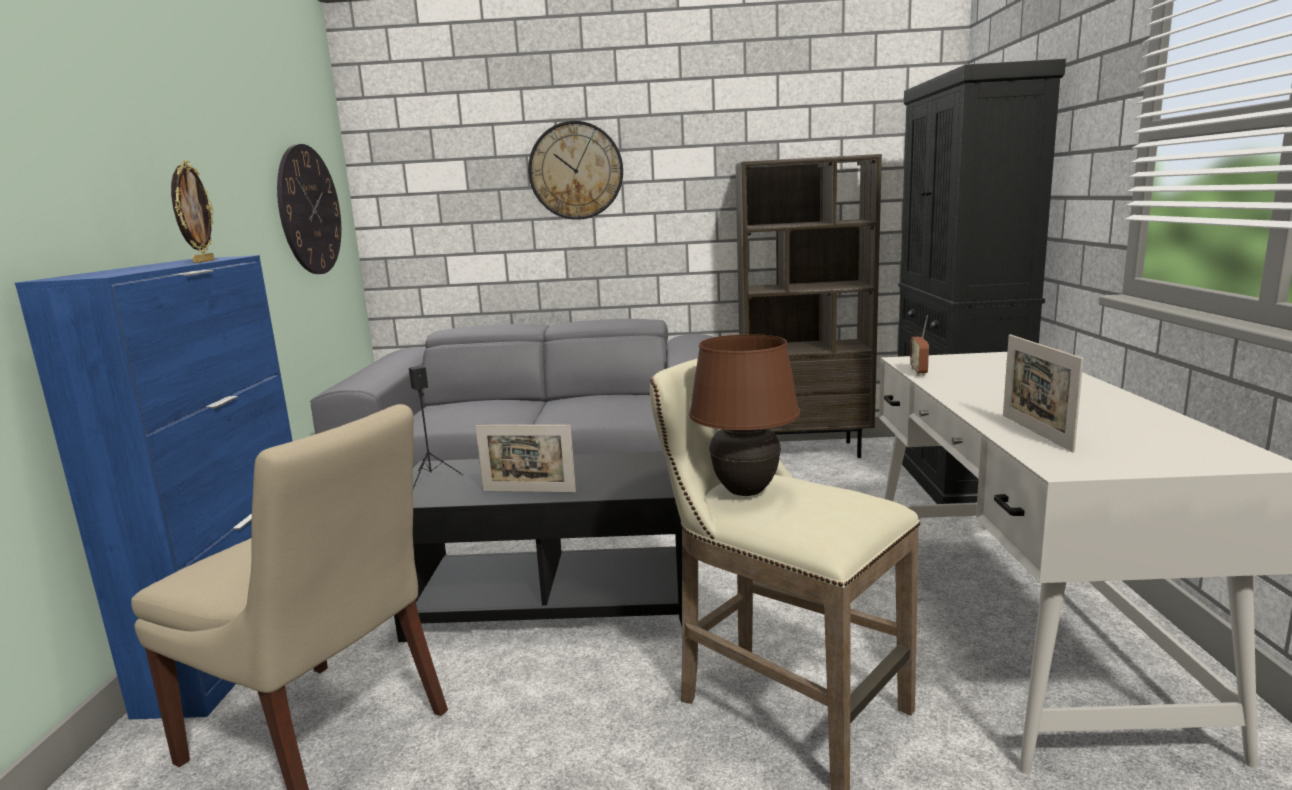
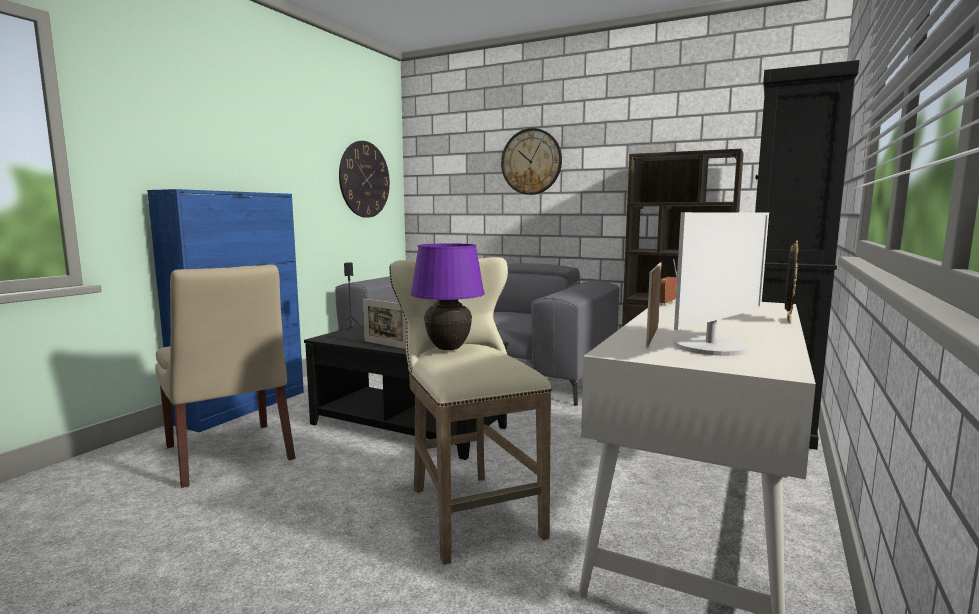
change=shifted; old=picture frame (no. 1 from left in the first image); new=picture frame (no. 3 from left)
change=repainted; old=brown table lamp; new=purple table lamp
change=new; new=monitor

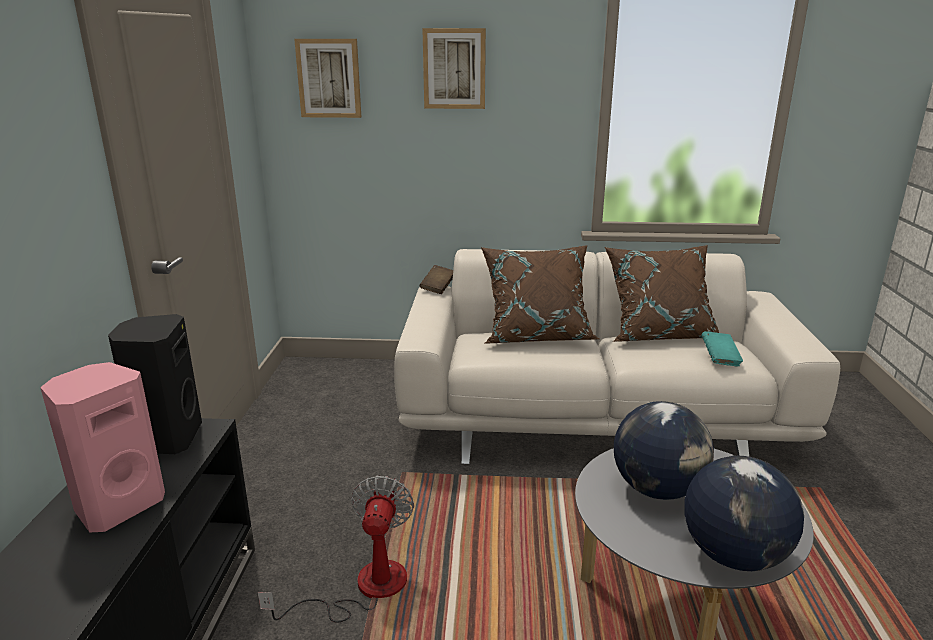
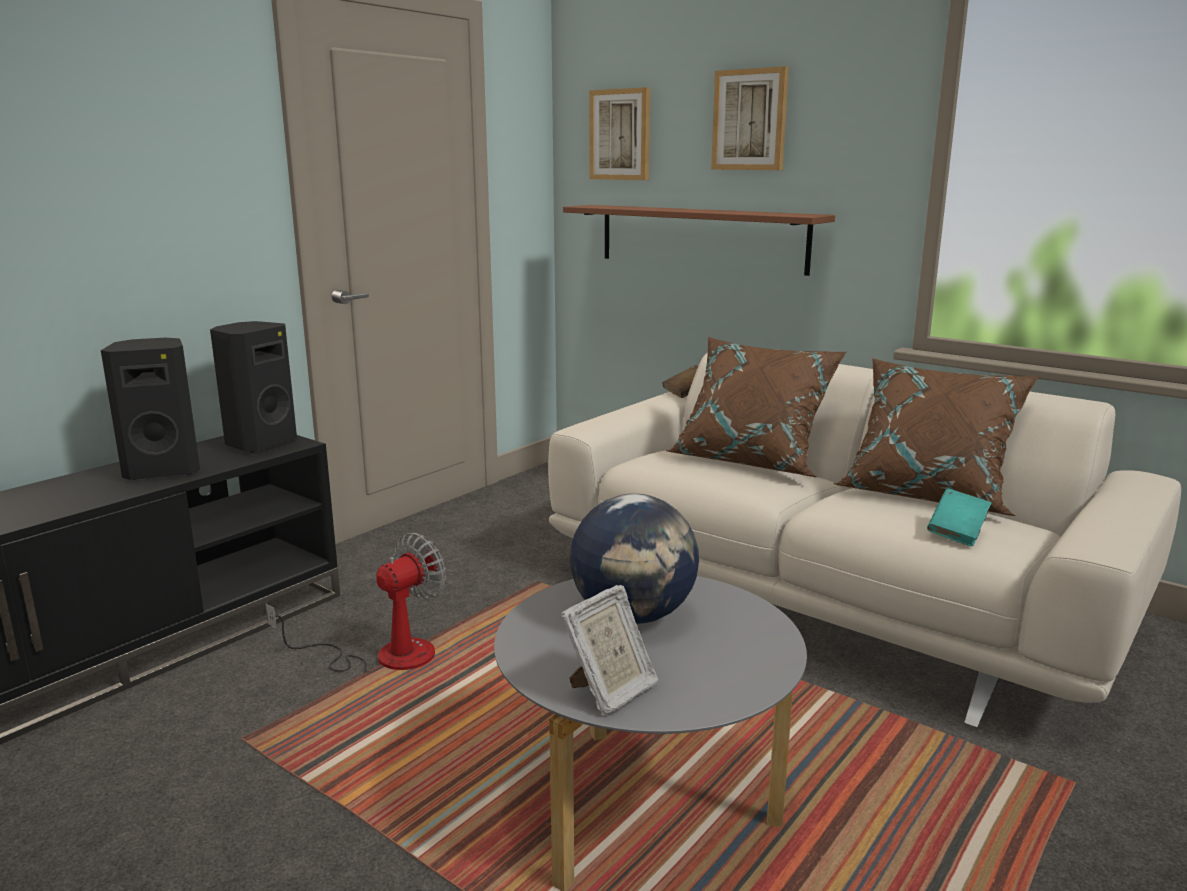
change=repainted; old=pink speaker; new=black speaker (no. 1 from left)
change=swapped; old=globe (no. 2 from left); new=picture frame
change=new; new=brown shelf

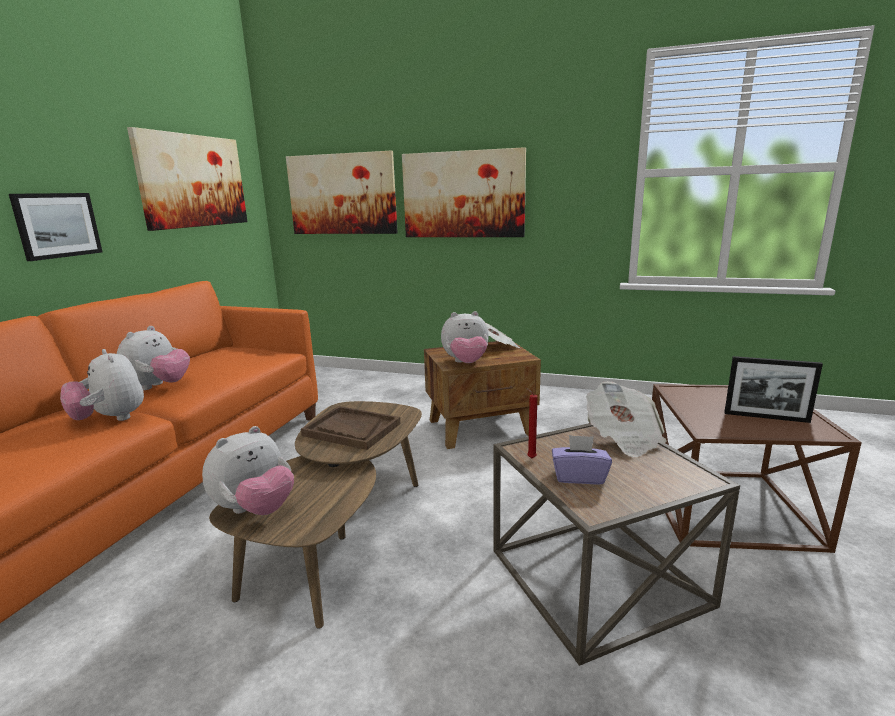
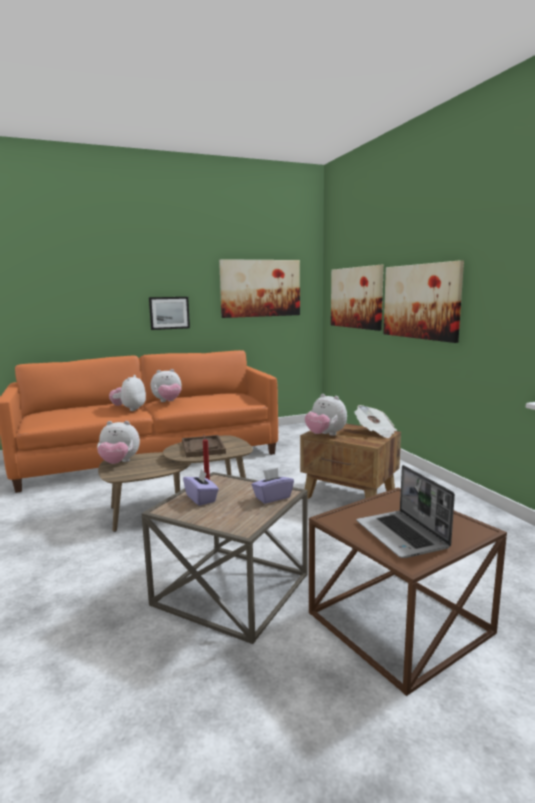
change=swapped; old=picture frame; new=laptop
change=swapped; old=newspaper (no. 2 from left); new=purple tissue box (no. 2 from left)

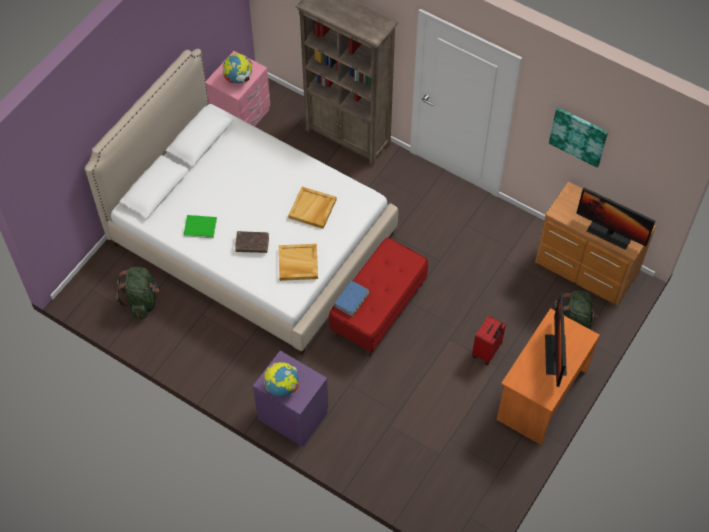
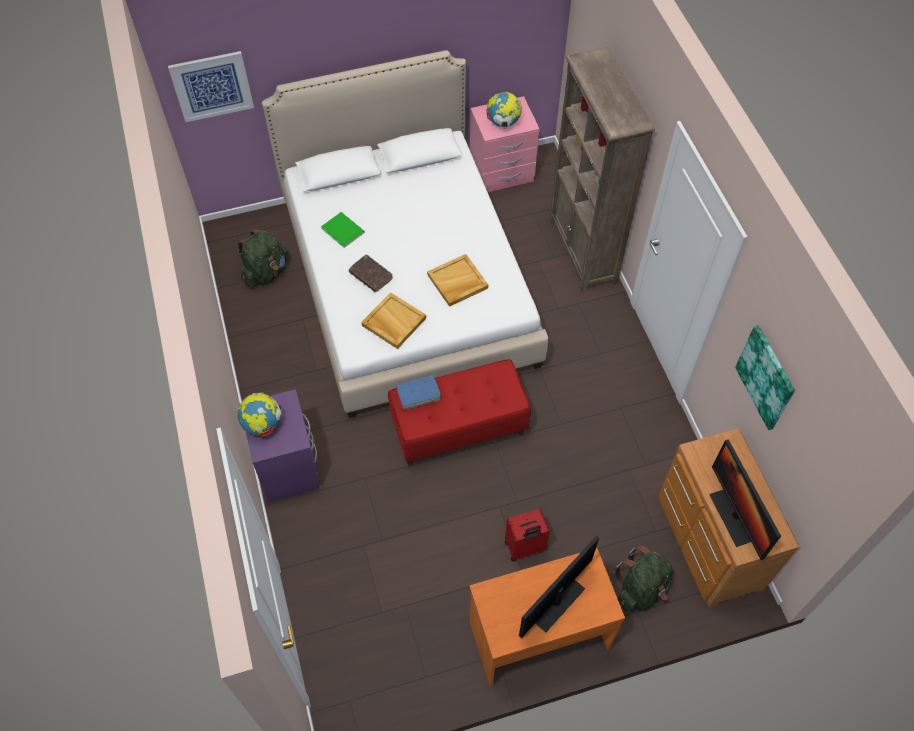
change=new; new=picture (no. 1 from left)

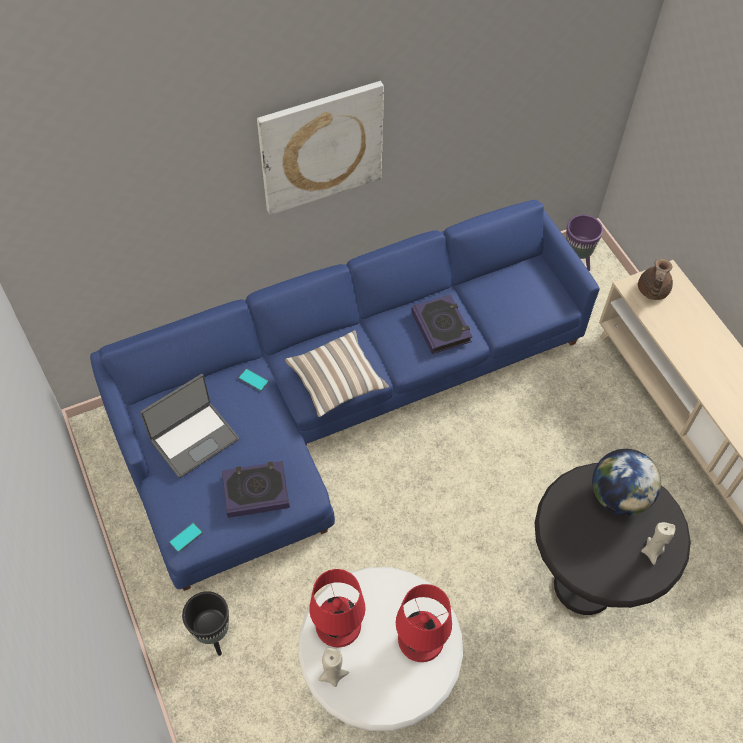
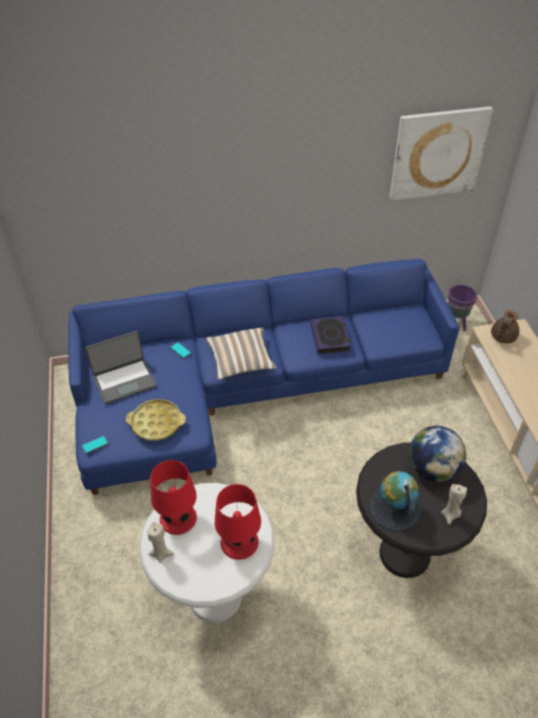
change=shifted; old=picture
change=swapped; old=book (no. 1 from left); new=yellow tray
change=gone; old=black planter
change=new; new=globe (no. 1 from left)

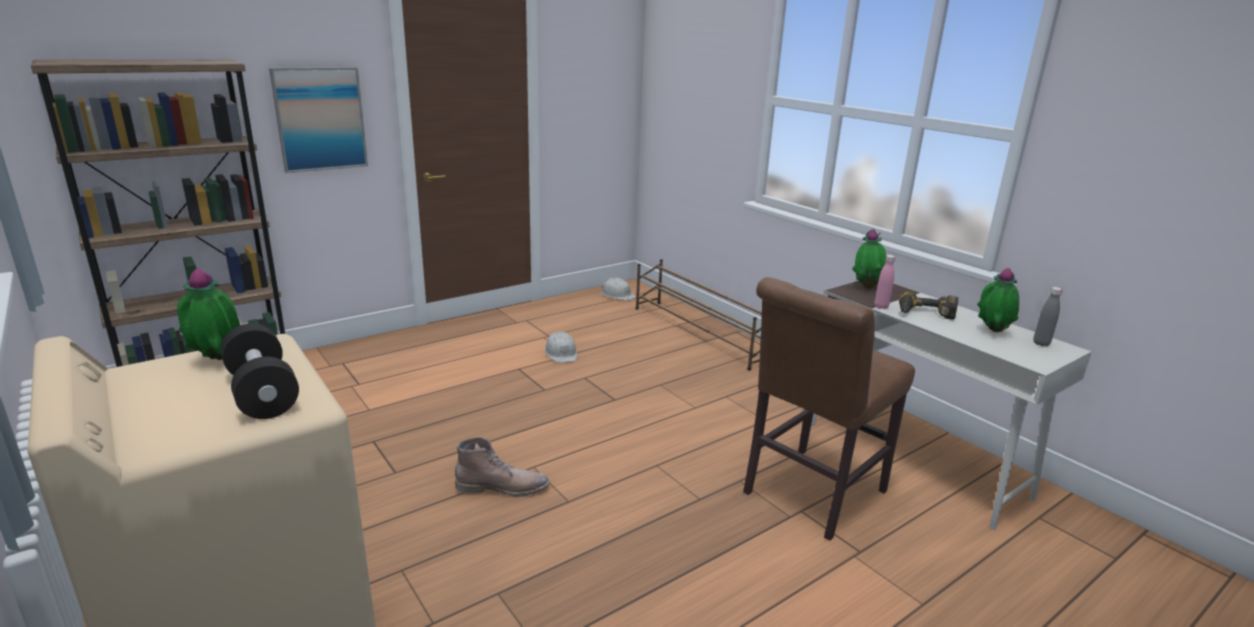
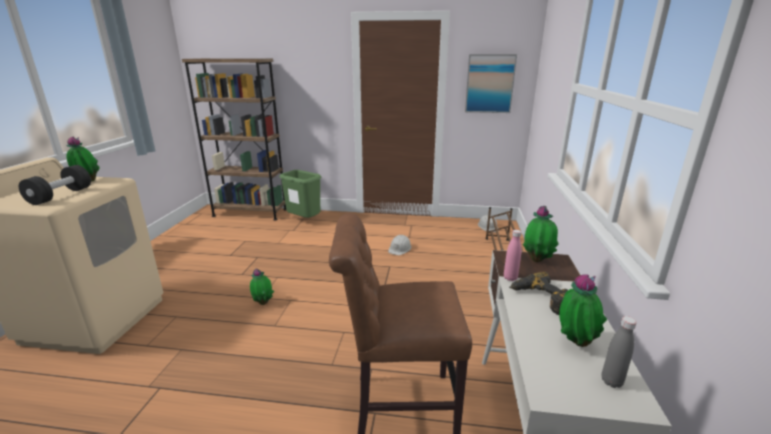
change=shifted; old=picture
change=swapped; old=brown boot; new=potted plant (no. 2 from left)
change=new; new=green trash can

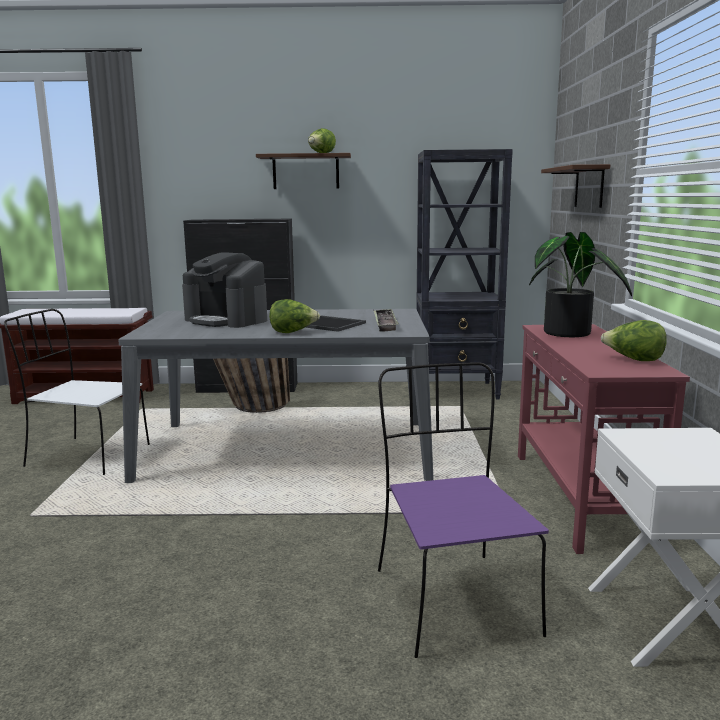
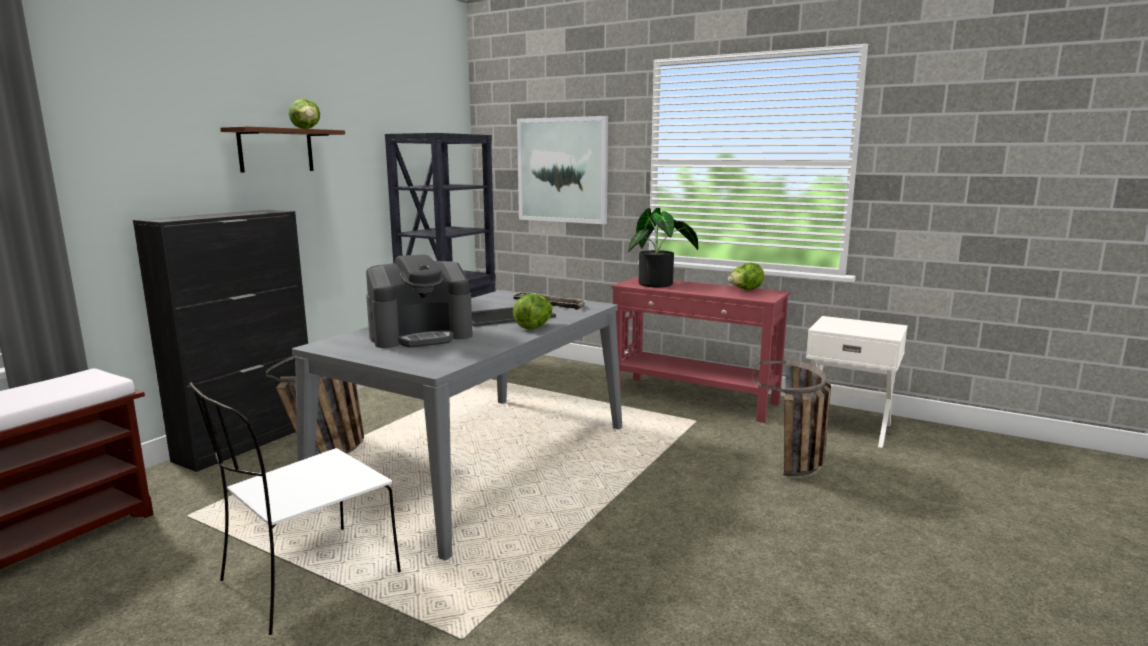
change=swapped; old=brown shelf (no. 2 from left); new=picture
change=swapped; old=purple chair; new=basket (no. 2 from left)

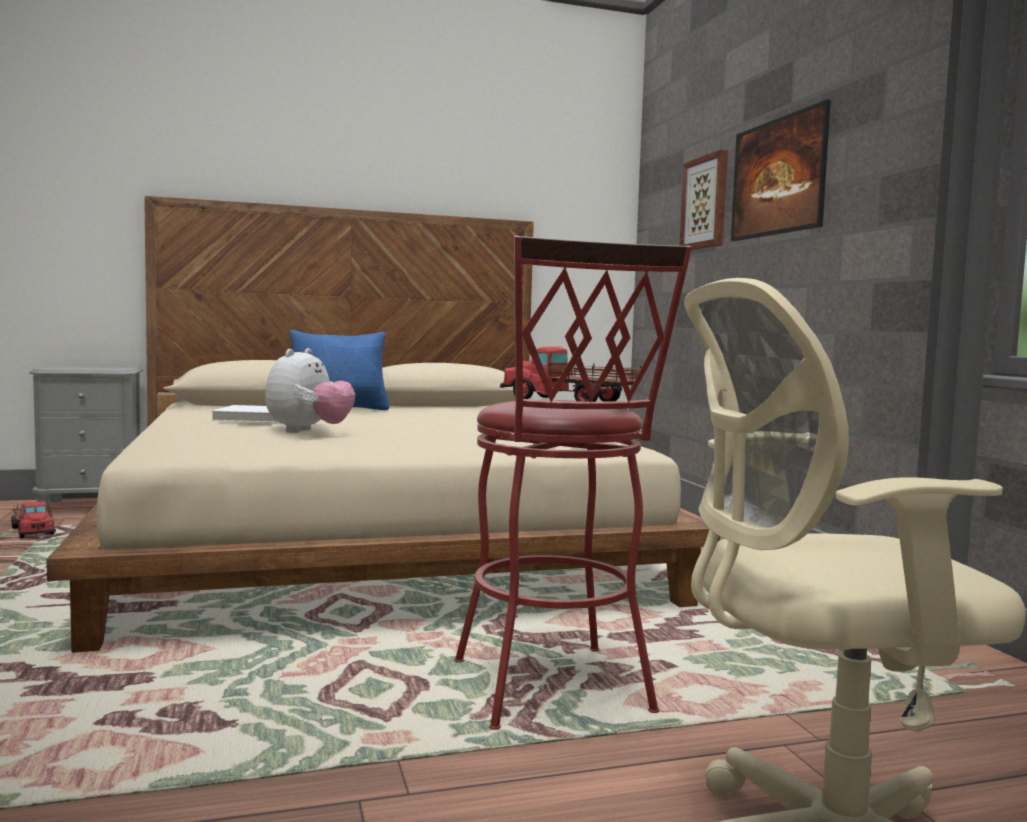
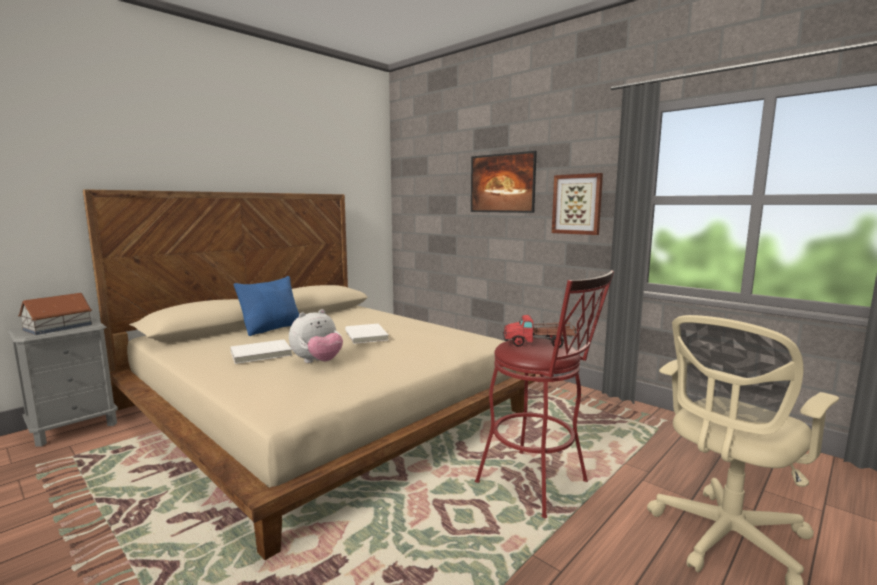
change=shifted; old=picture (no. 1 from left in the first image); new=picture (no. 2 from left)
change=rotated; old=plush toy; degrees=60
change=gone; old=toy truck (no. 1 from left)
change=new; new=toy house
change=new; new=white book (no. 2 from left)

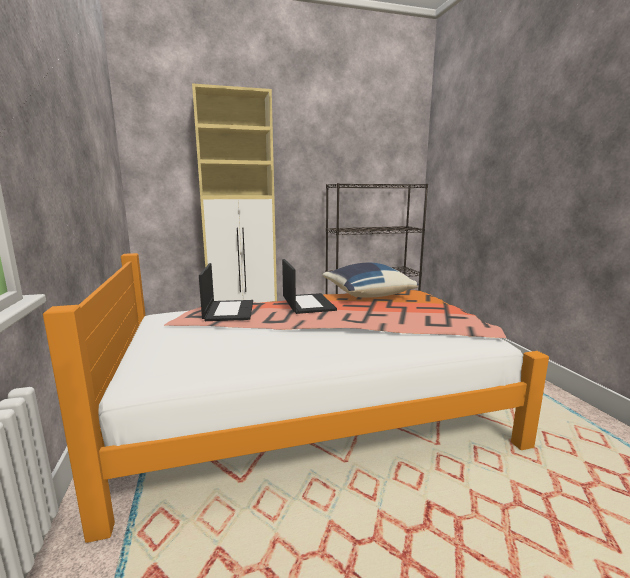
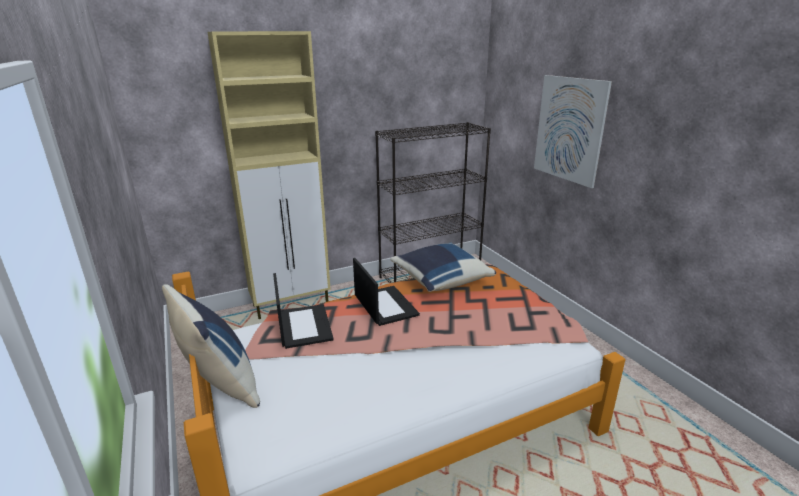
change=new; new=picture
change=new; new=blue pillow (no. 1 from left)

